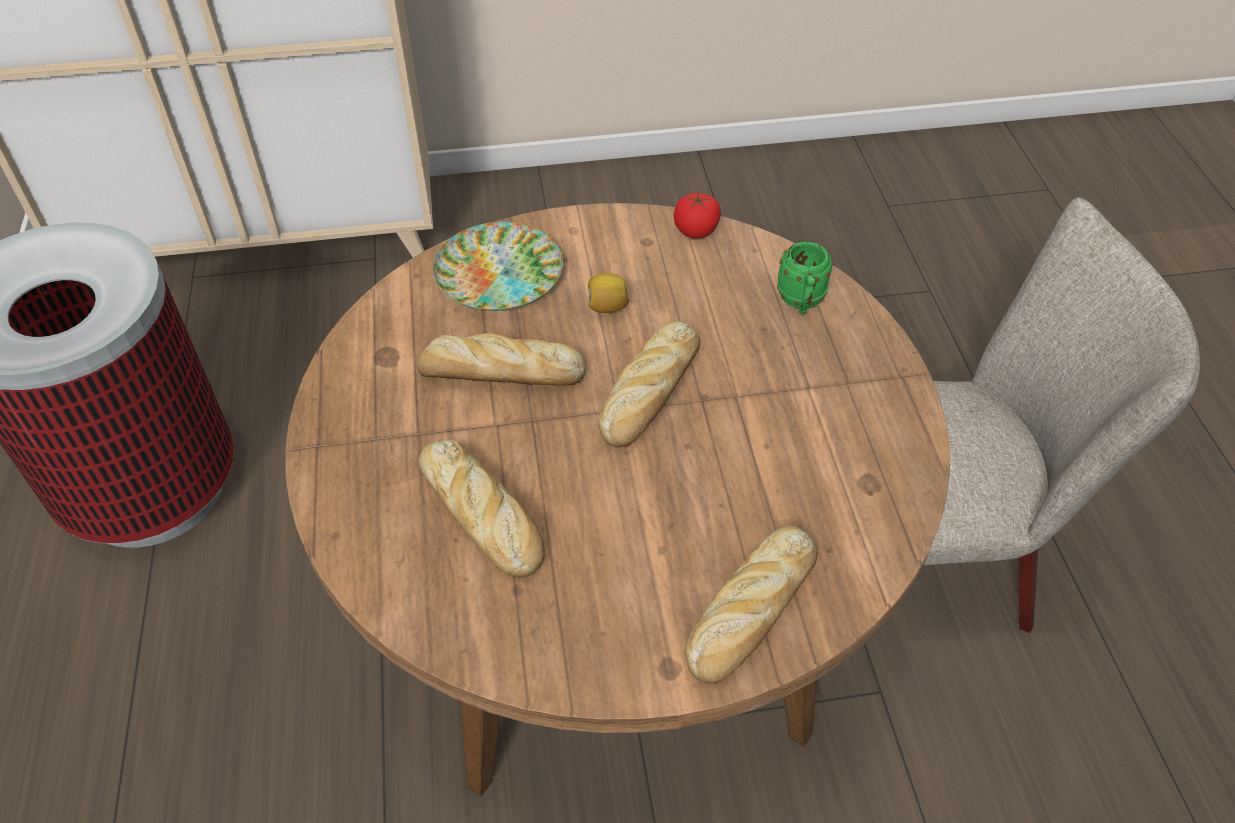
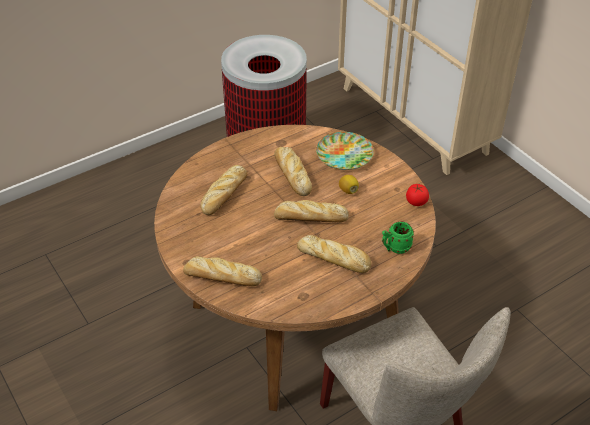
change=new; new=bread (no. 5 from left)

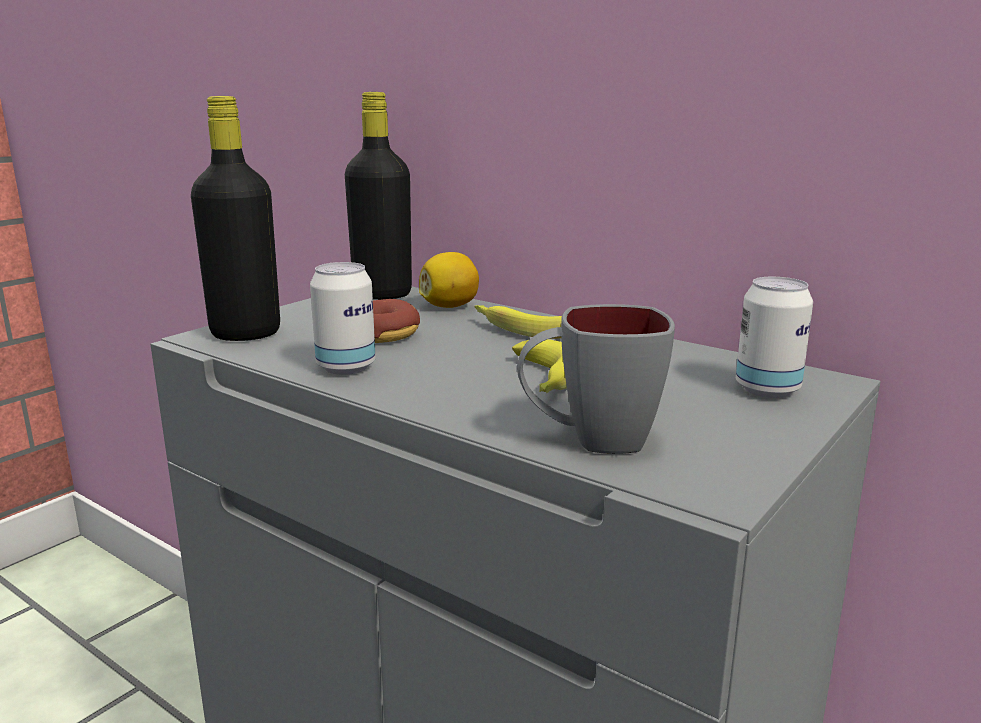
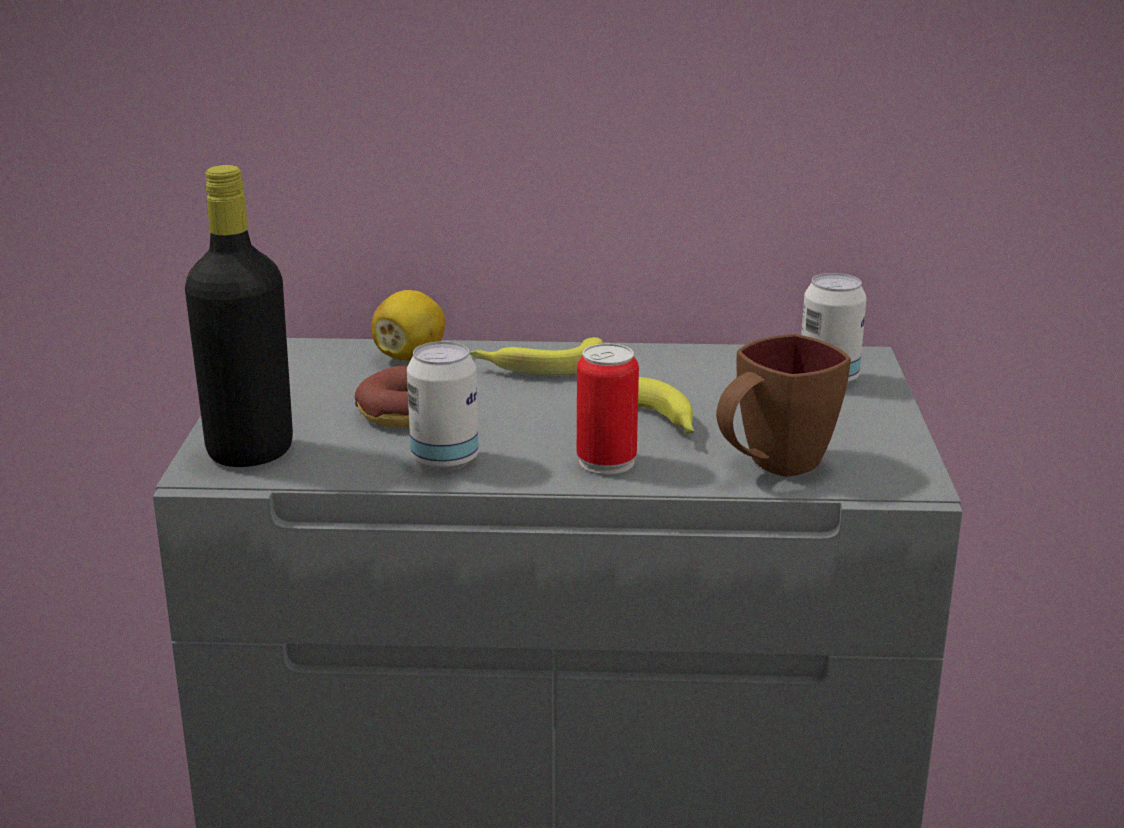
change=gone; old=black bottle (no. 2 from left)
change=repainted; old=grey mug; new=brown mug
change=new; new=can (no. 2 from left)

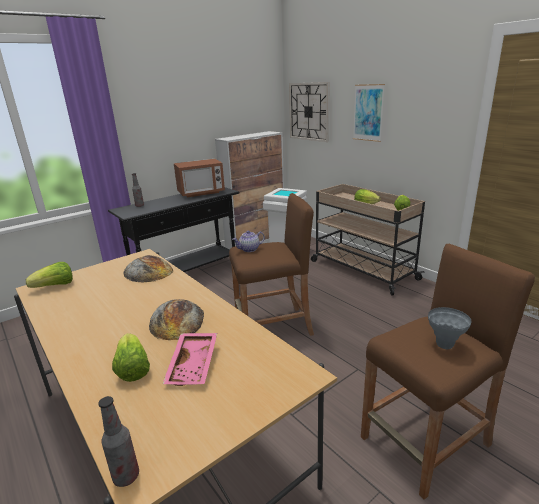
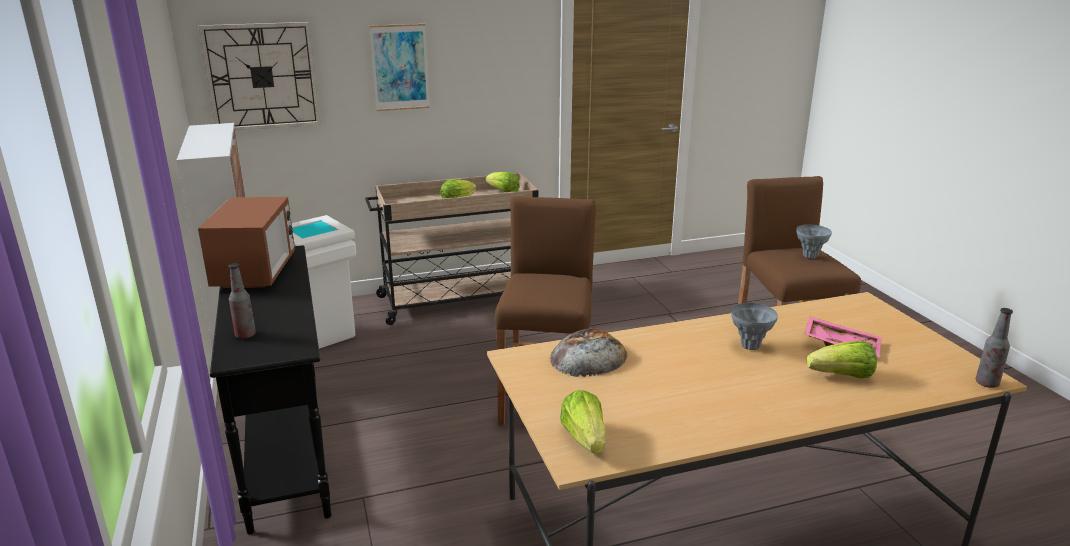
change=gone; old=teapot
change=swapped; old=bread (no. 2 from left); new=grey vase (no. 1 from left)

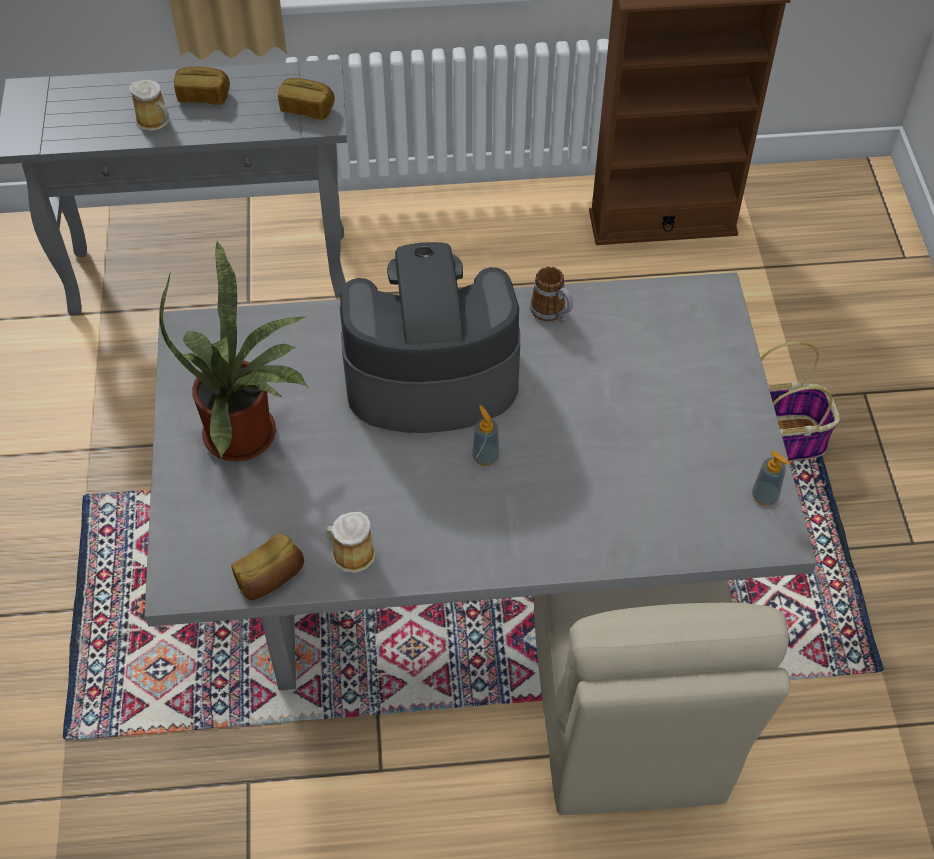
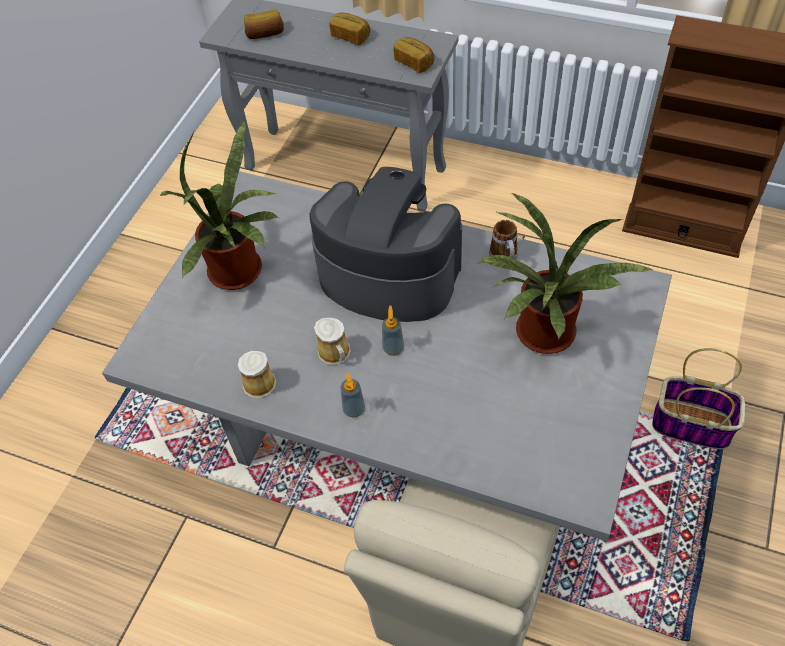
change=shifted; old=mug (no. 1 from left in the first image); new=mug (no. 2 from left)
change=shifted; old=soap dispenser (no. 2 from left in the first image); new=soap dispenser (no. 1 from left)
change=shifted; old=bread (no. 2 from left in the first image); new=bread (no. 1 from left)
change=new; new=potted plant (no. 2 from left)

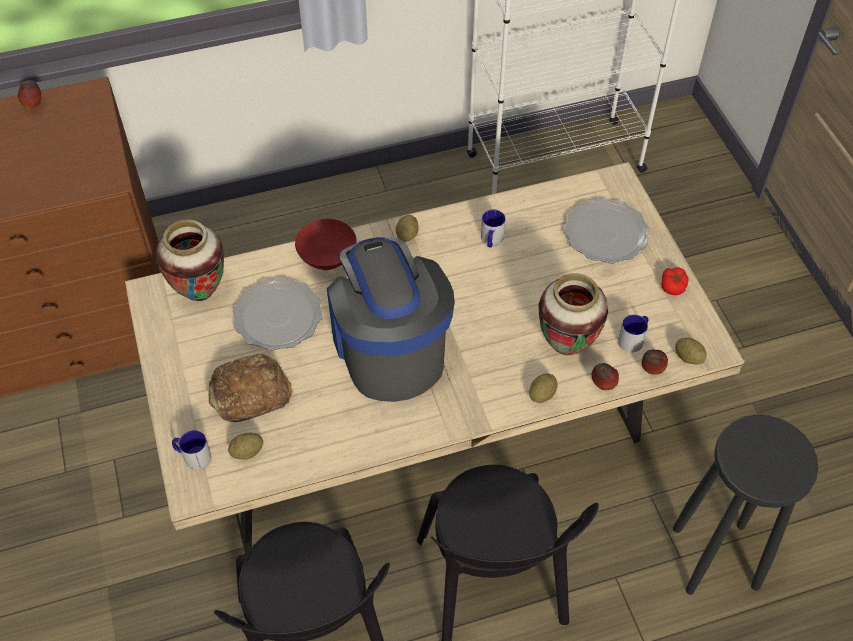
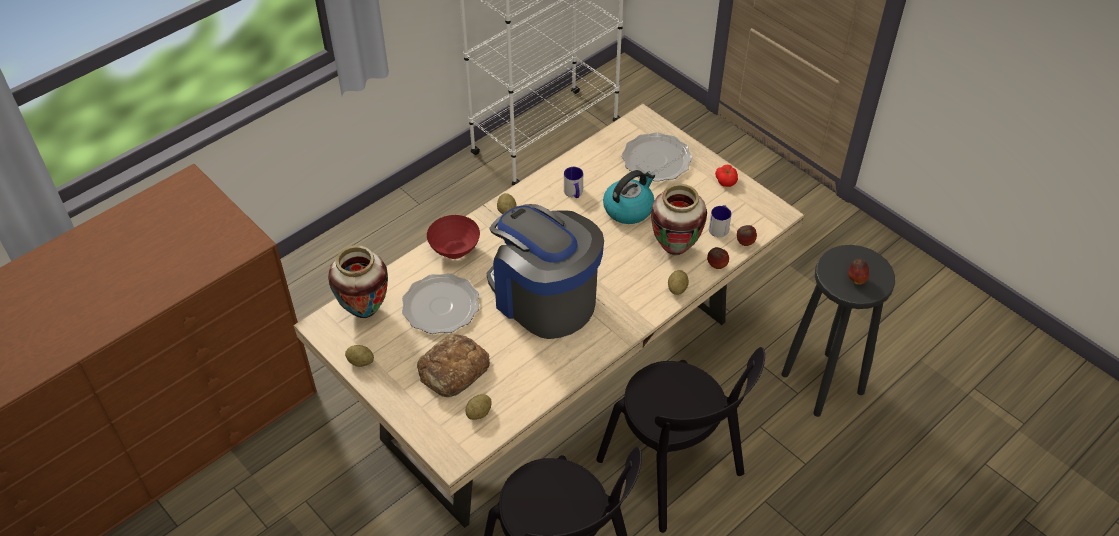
change=shifted; old=apple (no. 1 from left in the first image); new=apple (no. 3 from left)
change=shifted; old=potato (no. 4 from left in the first image); new=potato (no. 1 from left)
change=gone; old=mug (no. 1 from left)
change=new; new=kettle

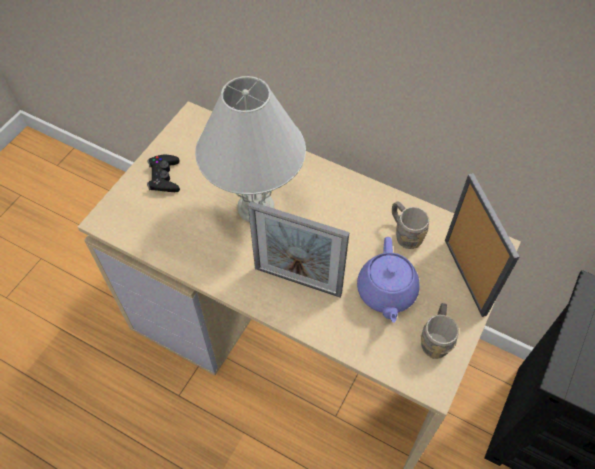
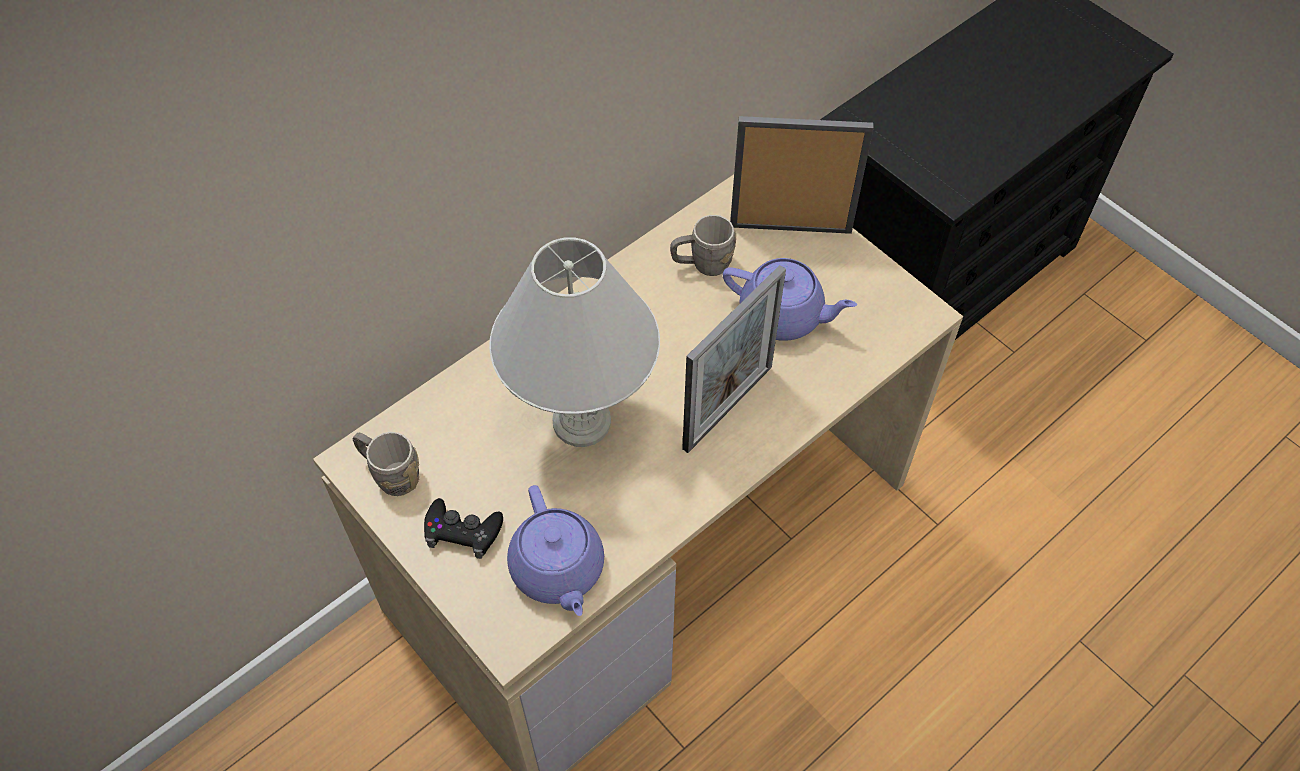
change=shifted; old=grey mug (no. 2 from left in the first image); new=grey mug (no. 1 from left)
change=new; new=purple teapot (no. 1 from left)

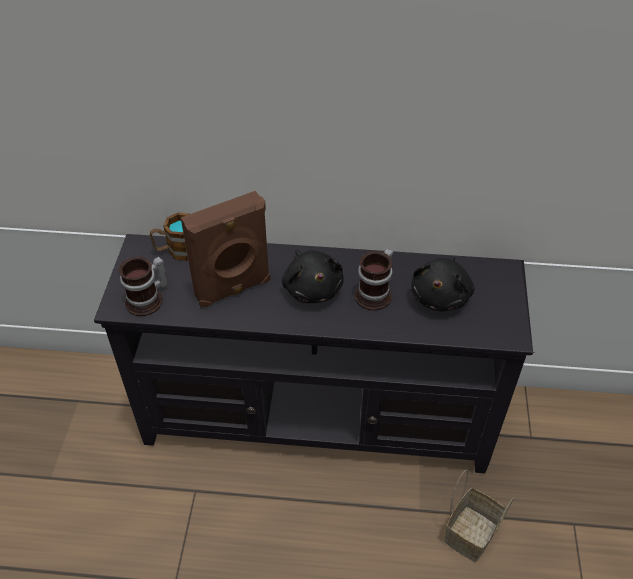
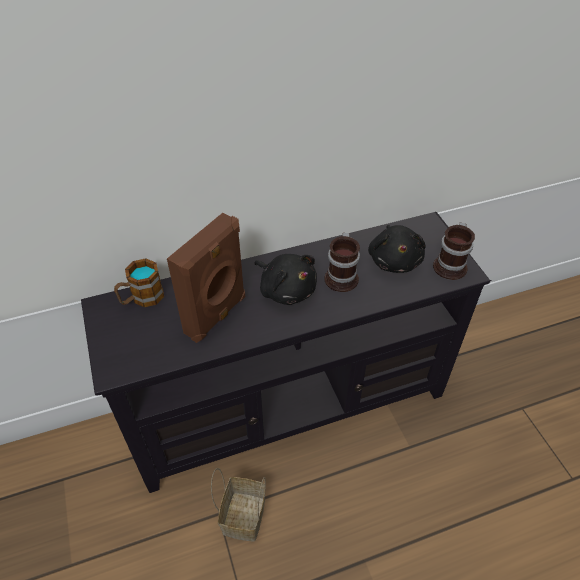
change=shifted; old=mug (no. 1 from left in the first image); new=mug (no. 3 from left)
change=shifted; old=basket

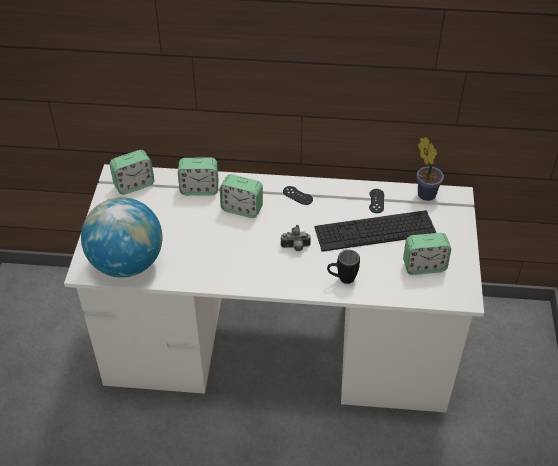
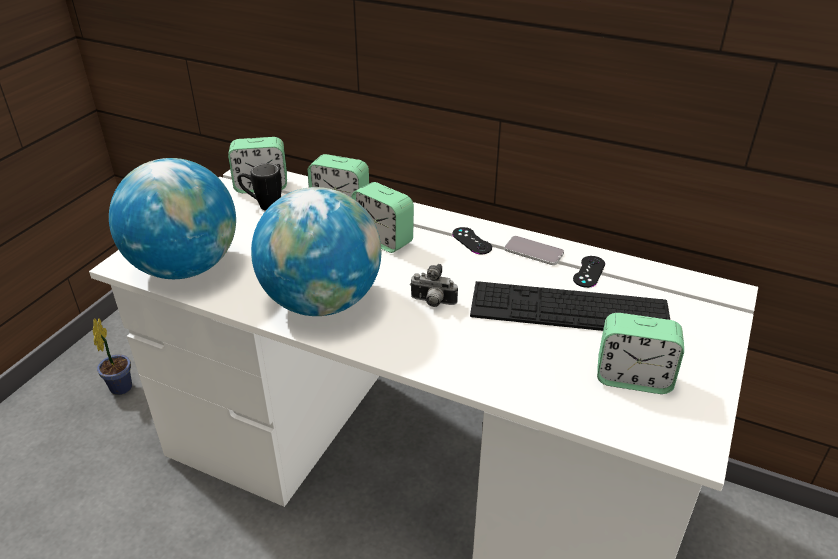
change=shifted; old=potted plant
change=shifted; old=black mug
change=new; new=globe (no. 2 from left)
change=new; new=phone

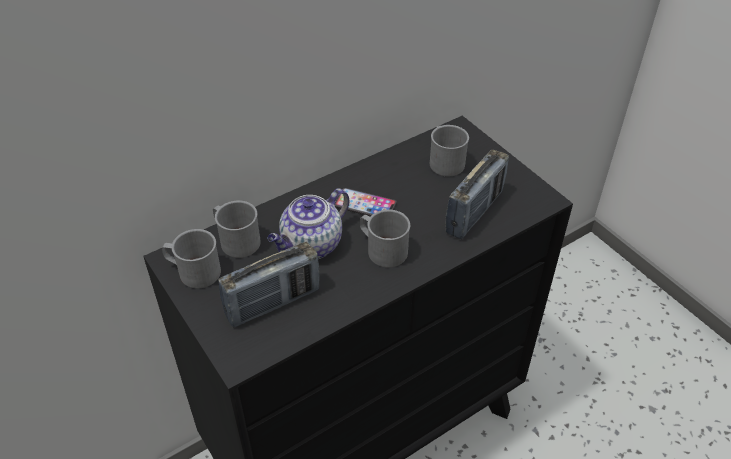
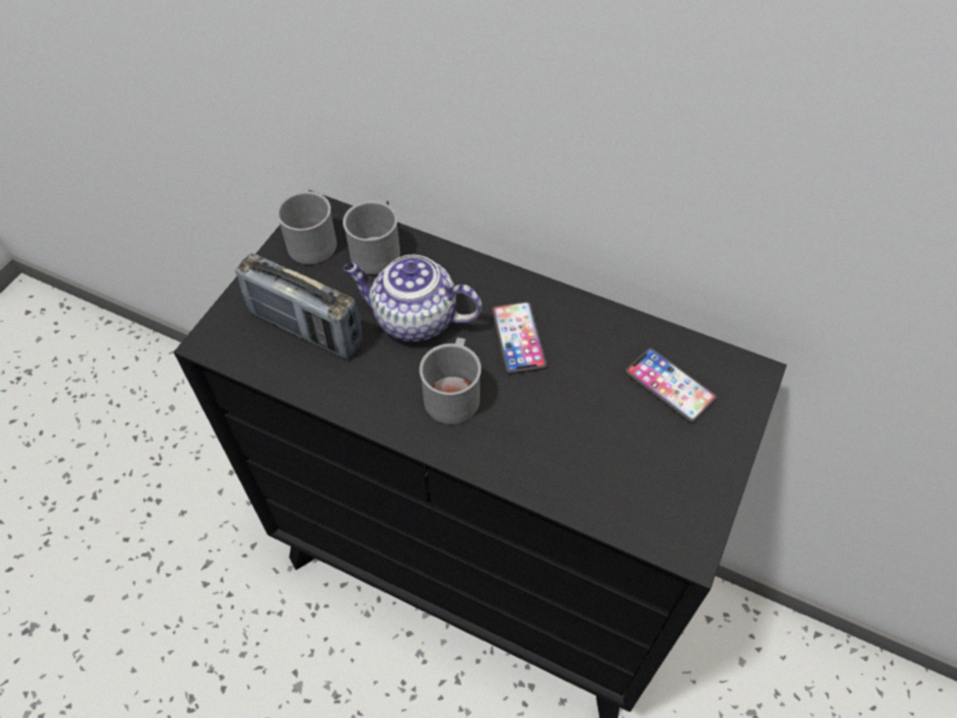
change=swapped; old=grey mug (no. 4 from left); new=phone (no. 2 from left)
change=gone; old=radio (no. 2 from left)

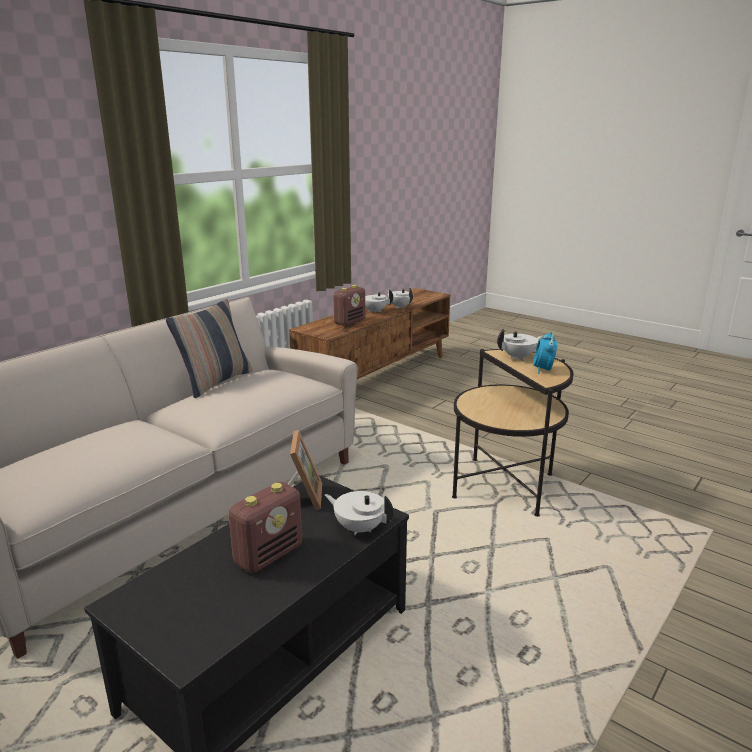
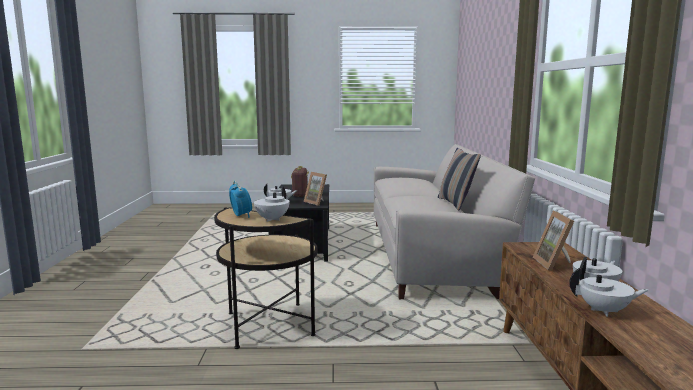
change=swapped; old=radio (no. 2 from left); new=picture frame (no. 2 from left)

